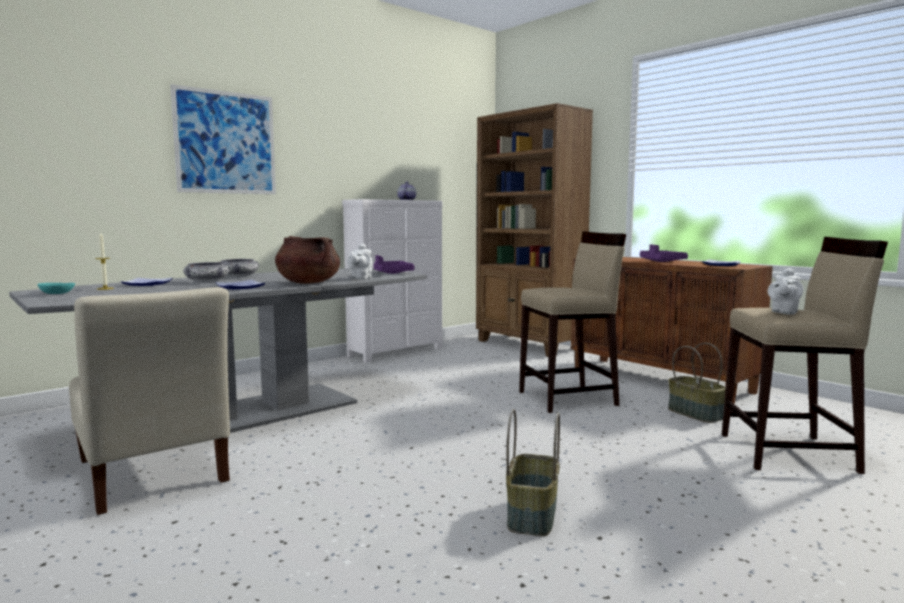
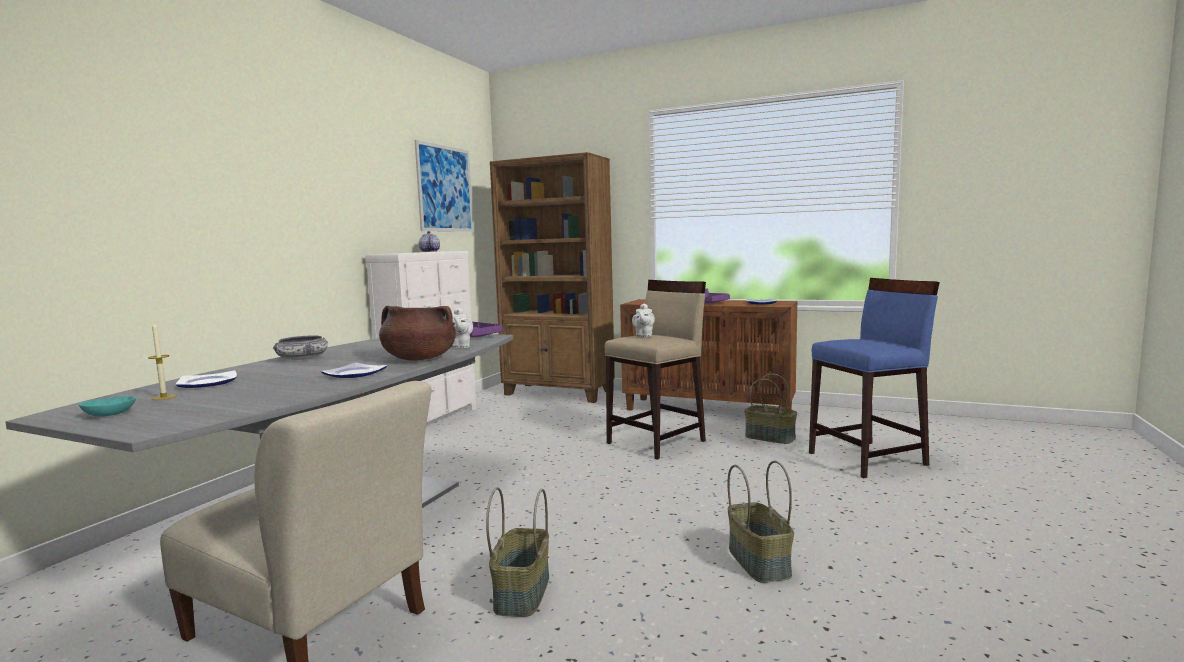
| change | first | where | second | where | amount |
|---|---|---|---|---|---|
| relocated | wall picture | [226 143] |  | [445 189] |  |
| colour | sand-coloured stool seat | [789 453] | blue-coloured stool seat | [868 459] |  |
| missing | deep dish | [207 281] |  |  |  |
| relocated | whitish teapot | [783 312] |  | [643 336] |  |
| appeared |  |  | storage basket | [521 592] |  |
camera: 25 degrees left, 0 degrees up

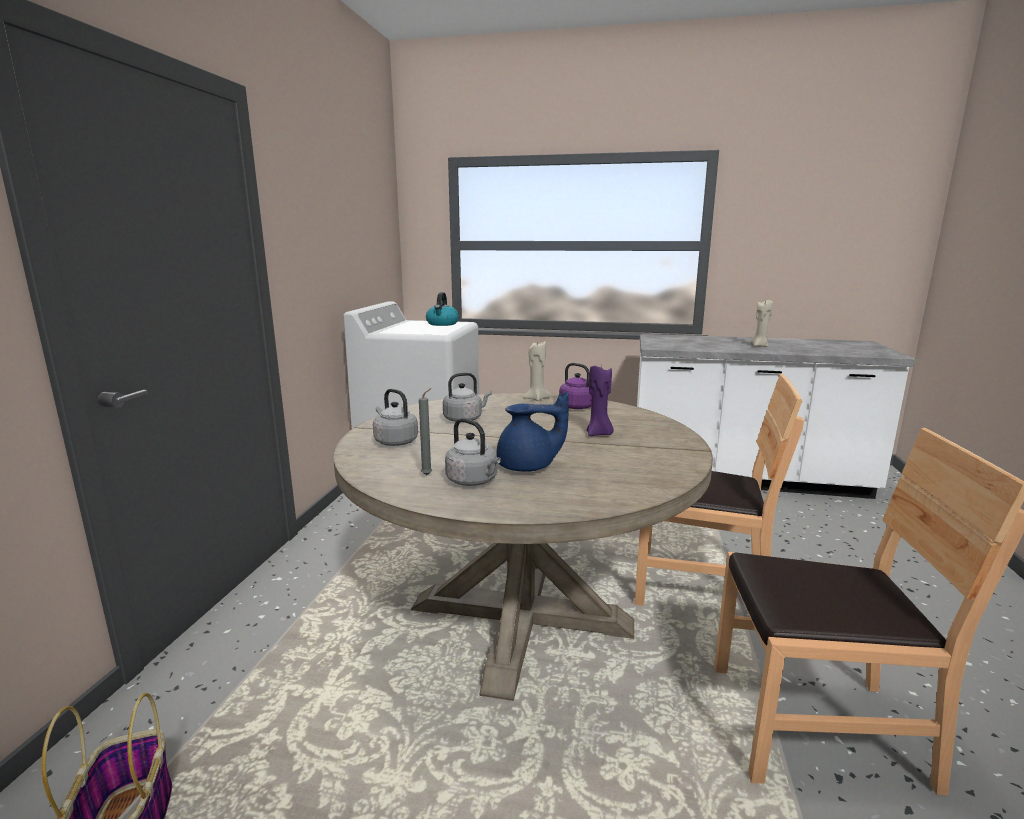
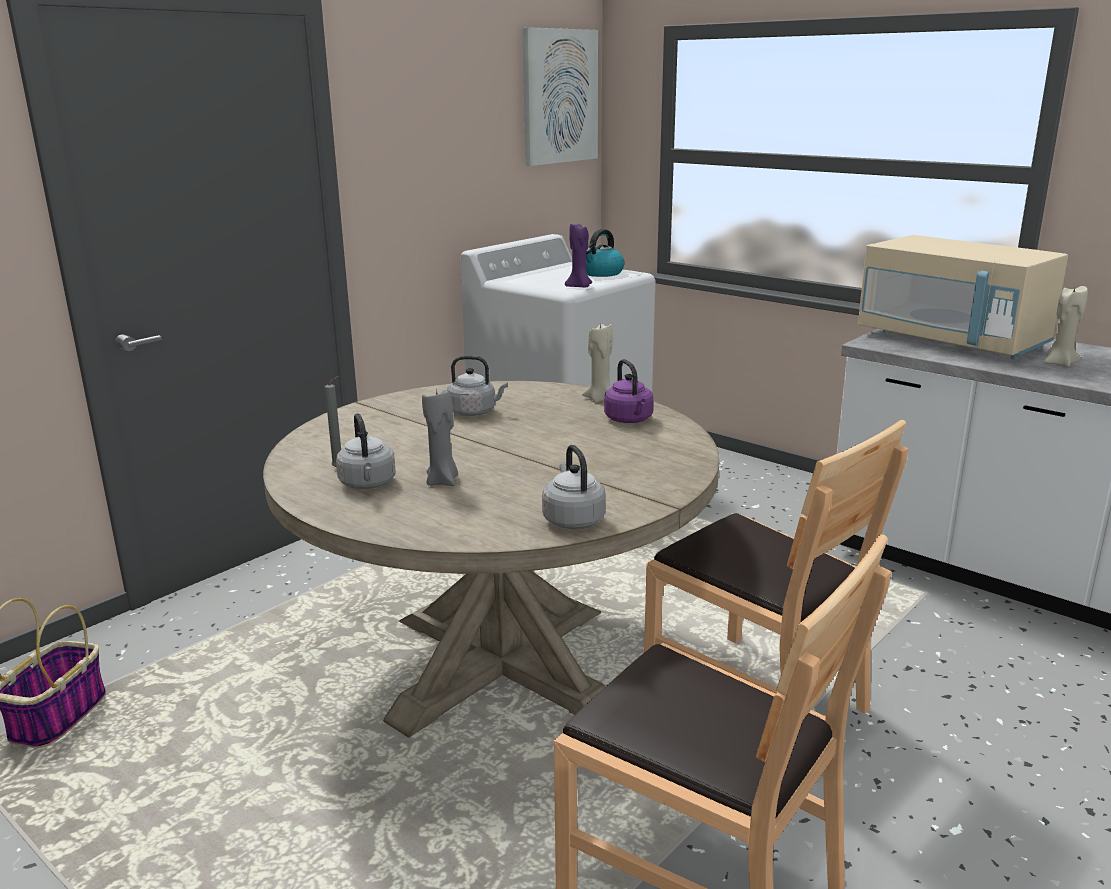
| change | first | where | second | where | amount |
|---|---|---|---|---|---|
| relocated | purplish wax light | [598 434] |  | [579 287] |  |
| relocated | gray water kettle | [394 441] |  | [572 519] |  |
| exchanged | blue-coloured teapot | [528 467] | gray wax light | [443 481] |  |
| appeared |  |  | wall picture | [559 96] |  |
| appeared |  |  | sand-coloured kitchen microwave | [951 341] |  |
camera: 30 degrees right, 5 degrees up

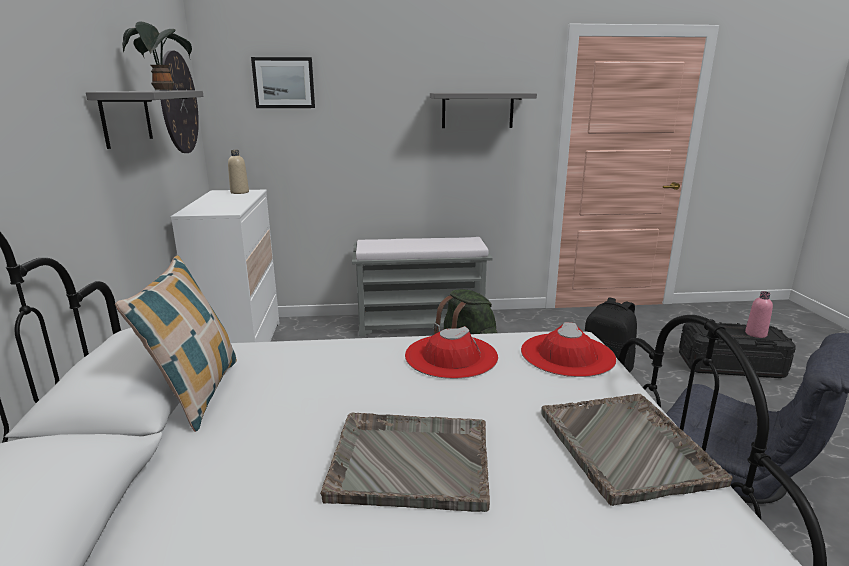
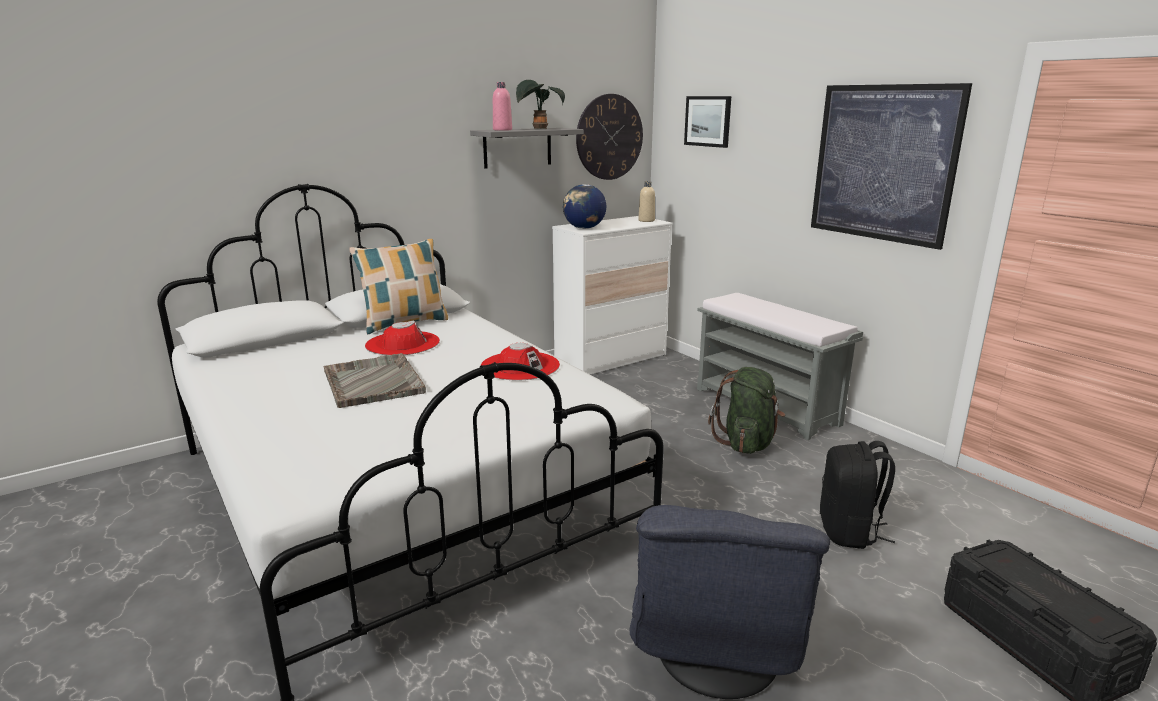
| change | first | where | second | where | amount |
|---|---|---|---|---|---|
| exchanged | gray bracket shelf | [477 110] | wall picture | [883 163] |  |
| relocated | pink-coloured beverage bottle | [755 334] |  | [502 130] |  |
| relocated | reddish wearable hat | [567 355] |  | [402 343] |  |
| missing | gray carrying tray | [627 448] |  |  |  |
| appeared |  |  | world globe | [584 228] |  |
camera: 60 degrees right, 0 degrees up

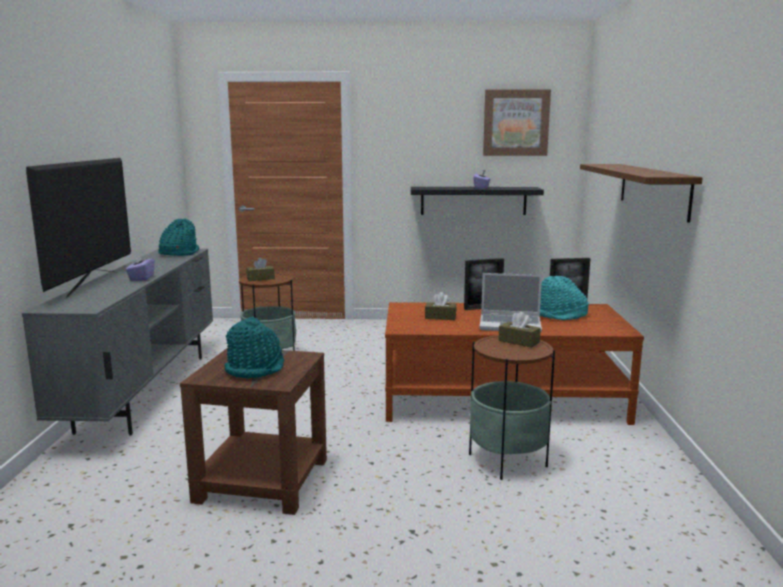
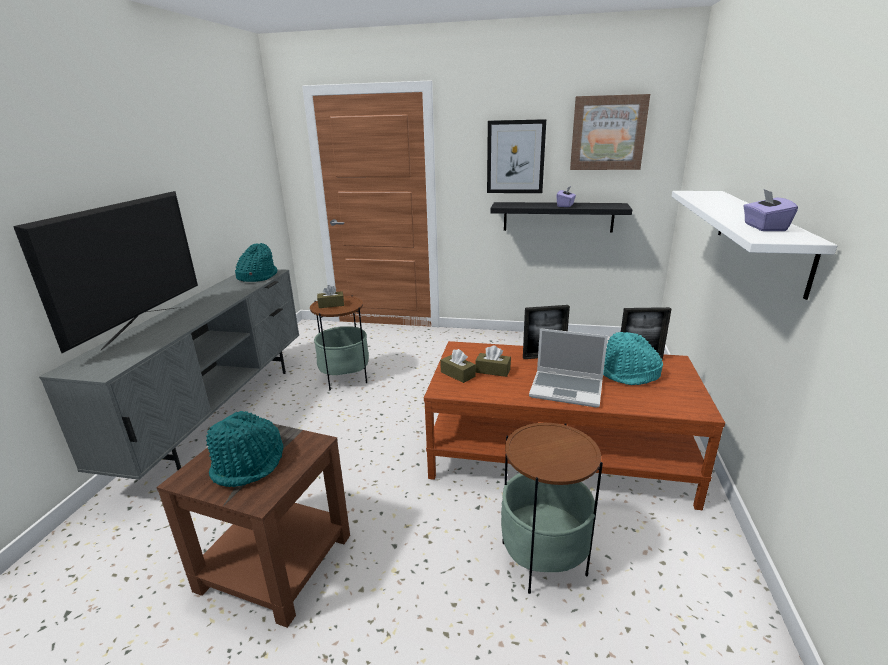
| change | first | where | second | where | amount |
|---|---|---|---|---|---|
| colour | brown-coloured bracket shelf | [653 189] | whitish bracket shelf | [760 236] |  |
| relocated | purplish box of tissues | [141 278] |  | [764 227] |  |
| relocated | brown-coloured box of tissues | [519 341] |  | [457 374] |  |
| appeared |  |  | wall picture | [515 157] |  |
camera: 10 degrees right, 10 degrees up

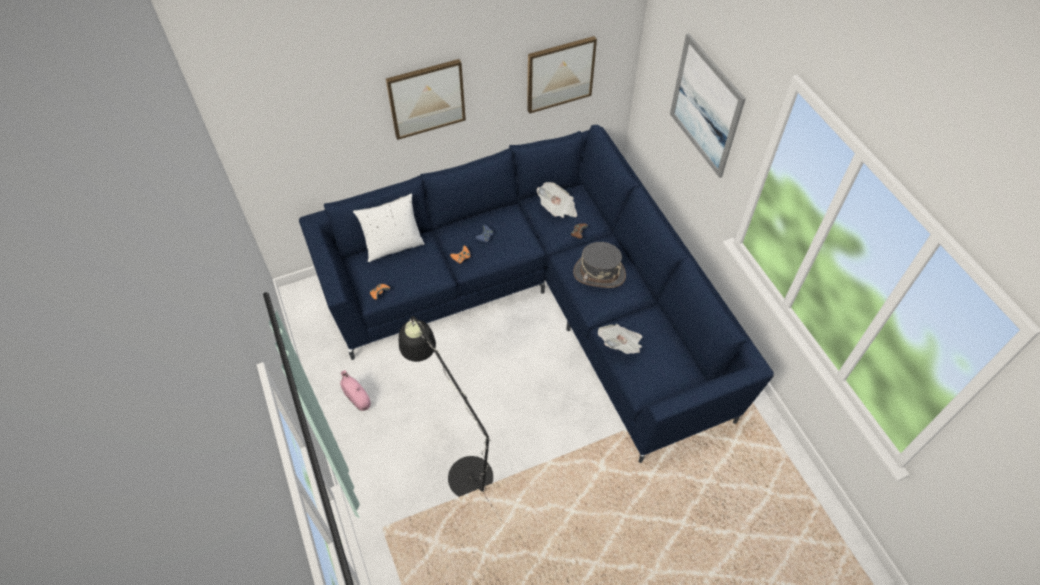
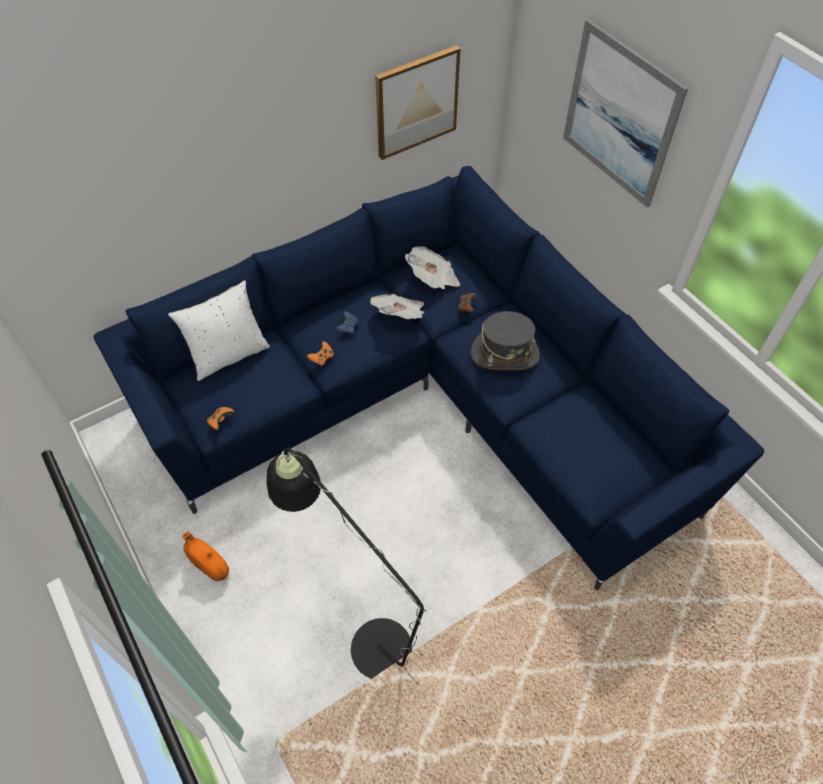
| change | first | where | second | where | amount |
|---|---|---|---|---|---|
| missing | wall picture | [426 98] |  |  |  |
| relocated | newspaper | [620 345] |  | [400 315] |  |
| colour | pink-coloured decorative vase | [357 399] | orange-coloured decorative vase | [209 566] |  |
camera: 10 degrees left, 0 degrees up

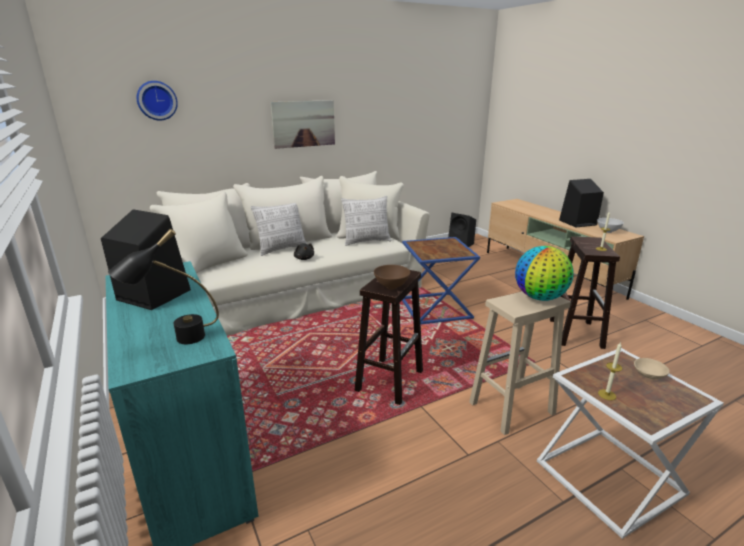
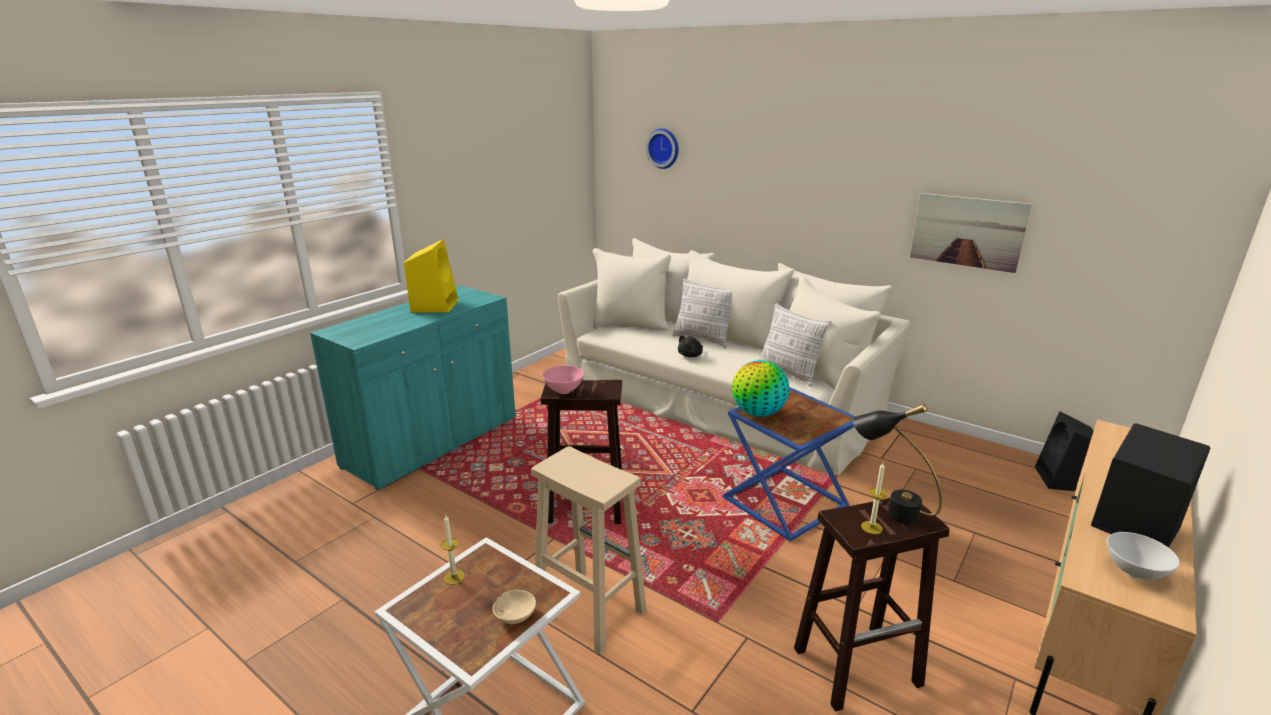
| change | first | where | second | where | amount |
|---|---|---|---|---|---|
| relocated | wall picture | [303 124] |  | [967 231] |  |
| colour | blackish audio speaker | [152 295] | yellow audio speaker | [435 305] |  |
| relocated | blackish lamp for a table | [176 340] |  | [888 509] |  |
| relocated | world globe | [540 297] |  | [758 413] |  |
| colour | brown-coloured deep dish | [392 287] | pink-coloured deep dish | [564 391] |  |
camera: 65 degrees right, 0 degrees up

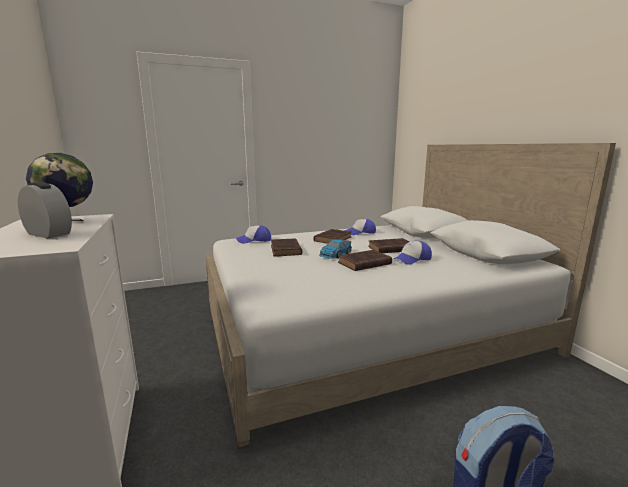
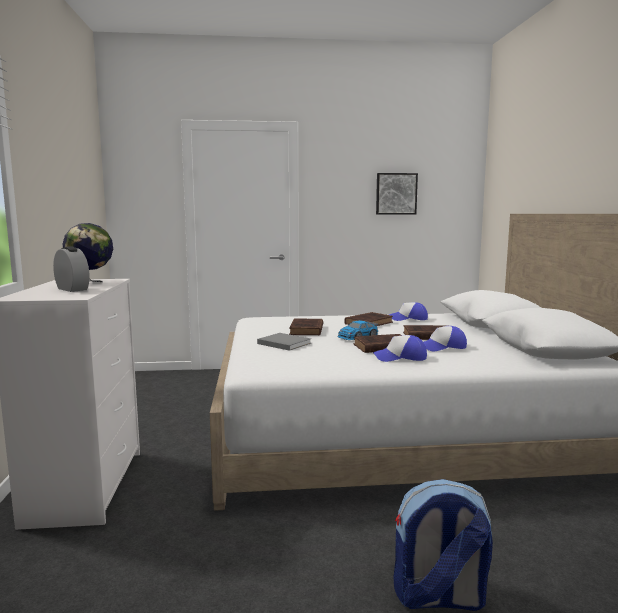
| change | first | where | second | where | amount |
|---|---|---|---|---|---|
| relocated | peaked cap | [254 240] |  | [400 358] |  |
| appeared |  |  | wall picture | [396 194] |  |
| appeared |  |  | gray book | [283 343] |  |
camera: 15 degrees right, 5 degrees down

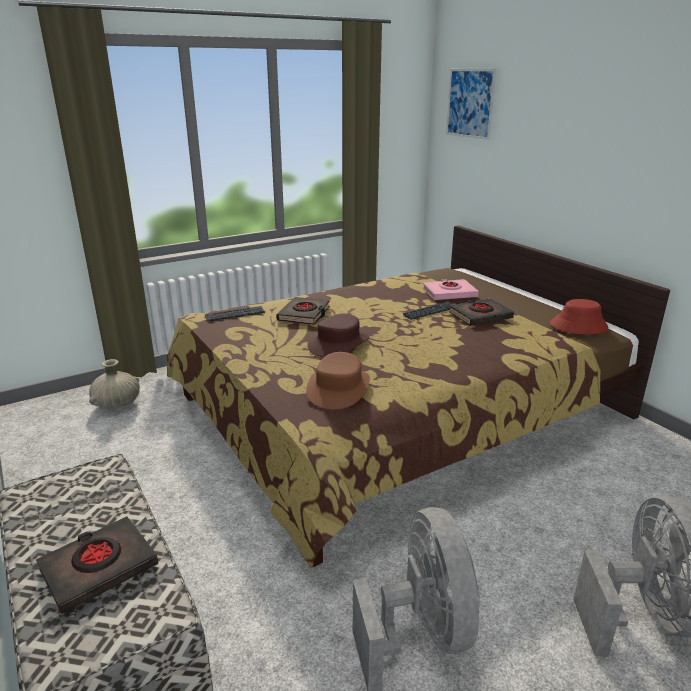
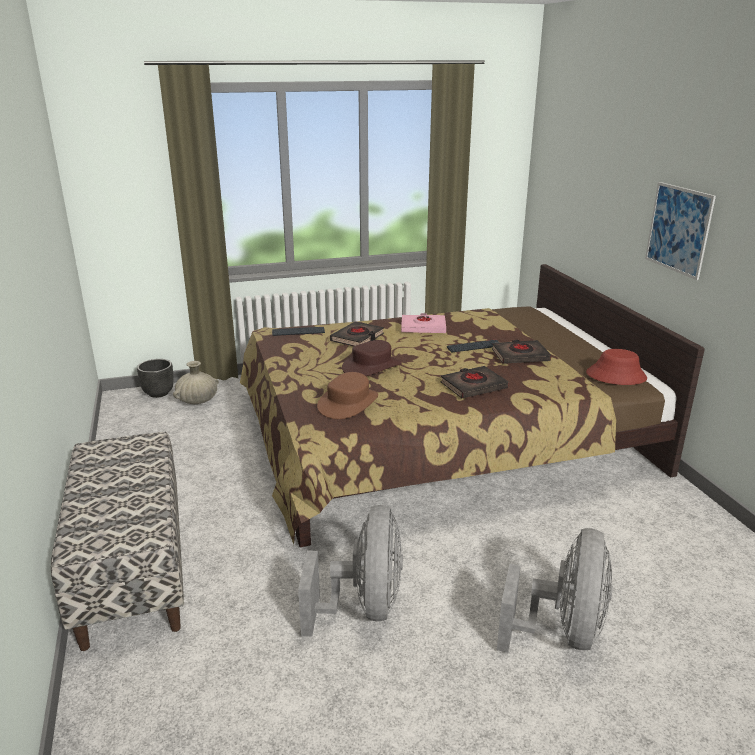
| change | first | where | second | where | amount |
|---|---|---|---|---|---|
| relocated | wall picture | [470 103] |  | [678 229] |  |
| relocated | pink-coloured book | [449 293] |  | [423 327] |  |
| relocated | blackish book | [99 568] |  | [473 386] |  |
| appeared |  |  | blackish flower pot | [158 393] |  |
camera: 15 degrees right, 0 degrees up

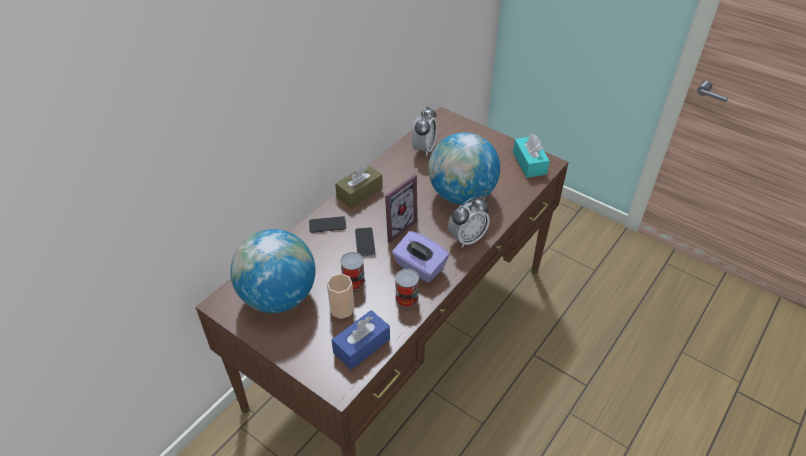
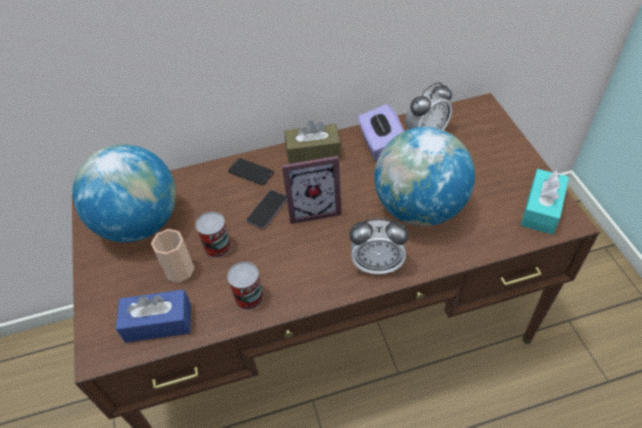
| change | first | where | second | where | amount |
|---|---|---|---|---|---|
| relocated | purplish box of tissues | [419 268] |  | [380 145] |  |
camera: 40 degrees right, 5 degrees up

